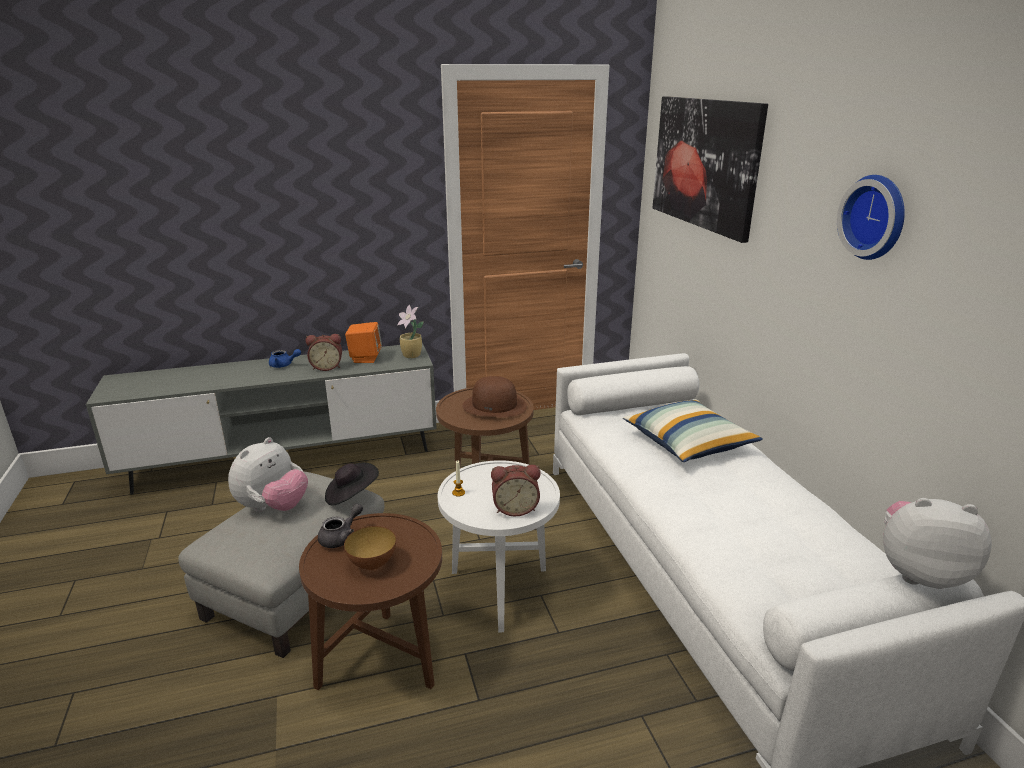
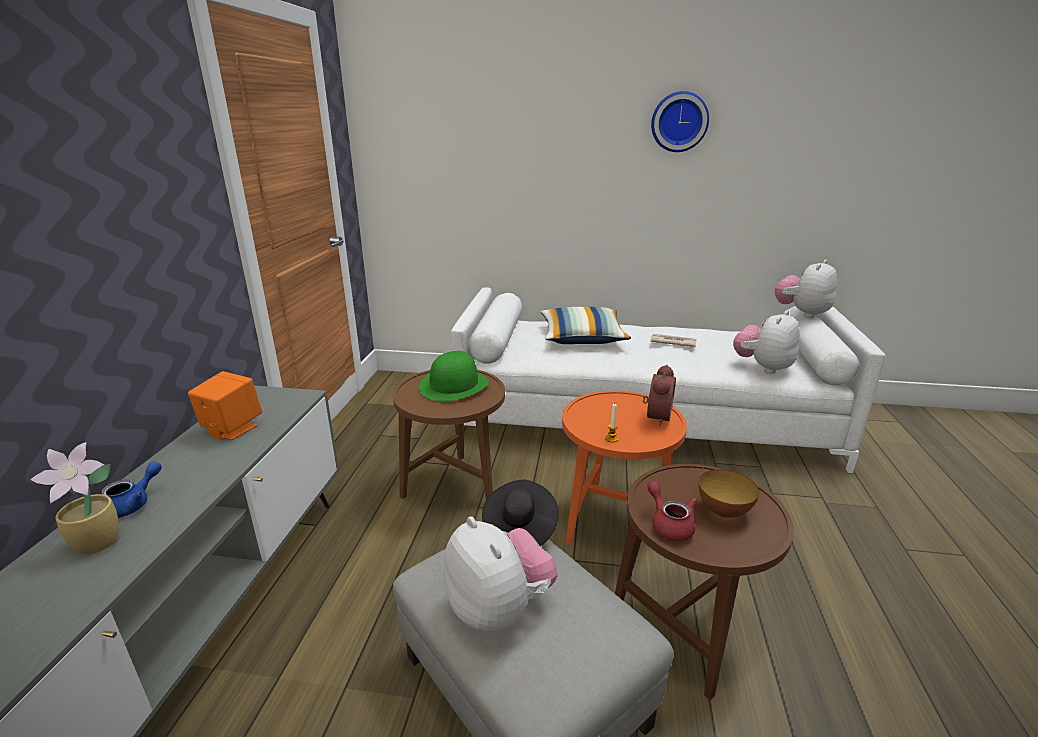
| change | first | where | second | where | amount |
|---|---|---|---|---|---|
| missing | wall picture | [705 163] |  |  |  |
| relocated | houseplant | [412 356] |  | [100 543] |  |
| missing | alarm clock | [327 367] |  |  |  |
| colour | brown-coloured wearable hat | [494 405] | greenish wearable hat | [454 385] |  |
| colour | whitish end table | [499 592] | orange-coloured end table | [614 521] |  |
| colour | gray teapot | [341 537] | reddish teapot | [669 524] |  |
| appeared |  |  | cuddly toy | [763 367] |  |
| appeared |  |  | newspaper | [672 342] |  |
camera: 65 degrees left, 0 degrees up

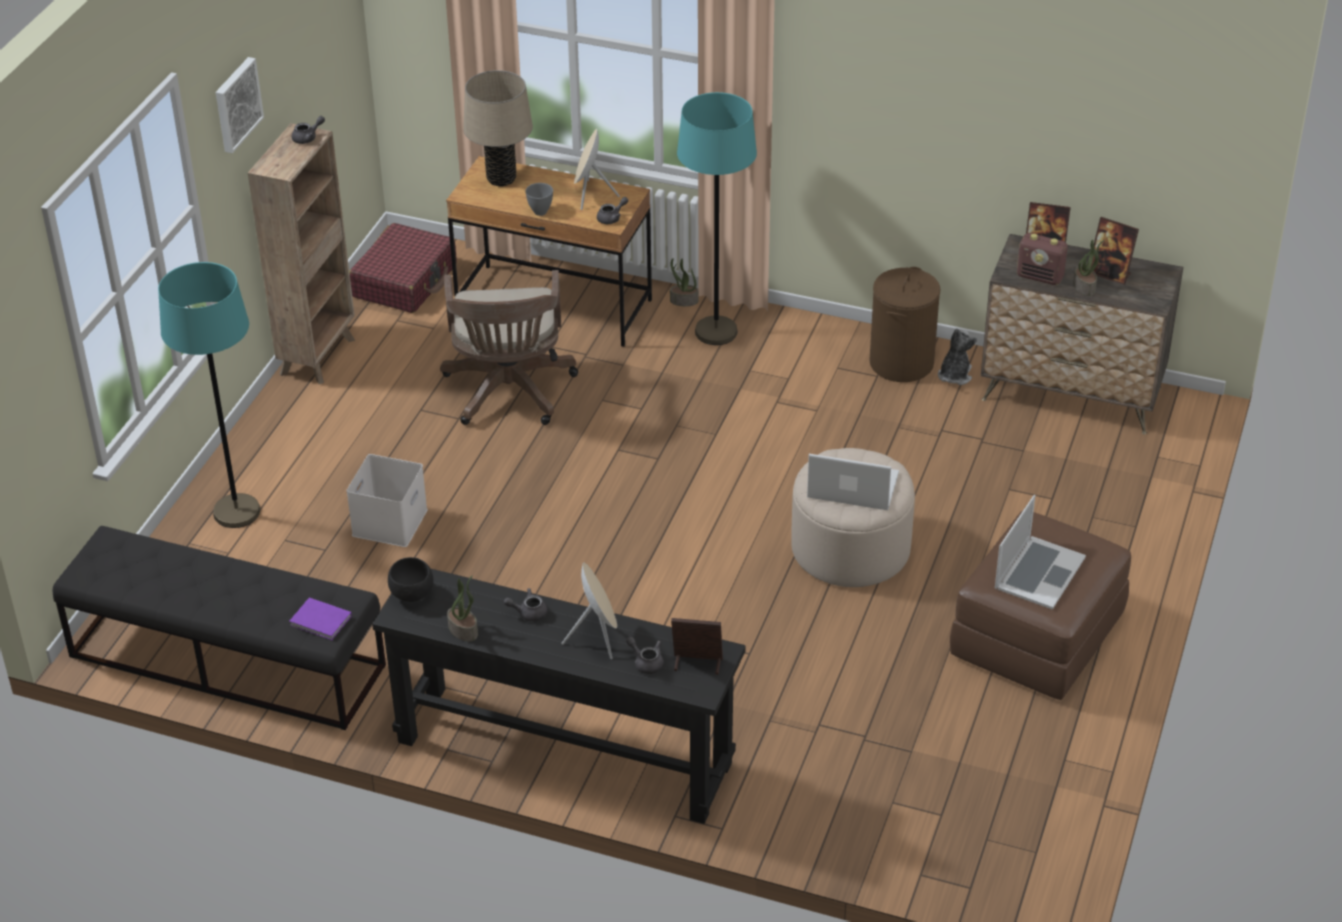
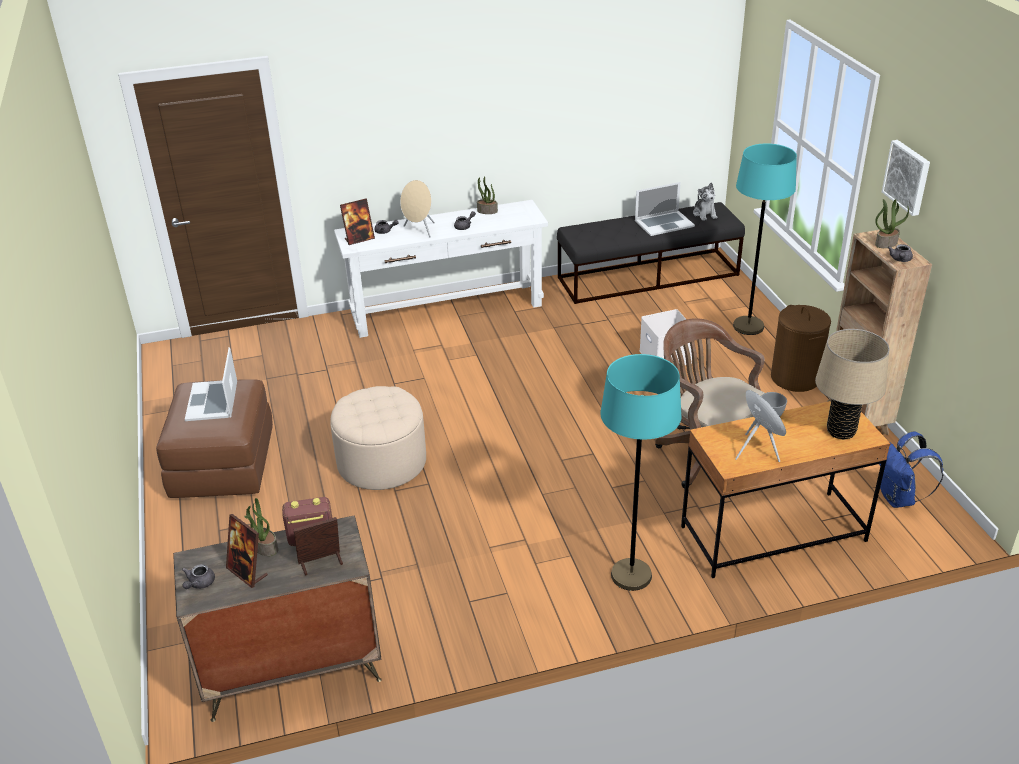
| change | first | where | second | where | amount |
|---|---|---|---|---|---|
| relocated | gray teapot | [612 218] |  | [199 584] |  |
| spun | photo frame | [1109 274] |  | [247 572] | 135 degrees counterclockwise |
| exchanged | reddish suitcase | [405 281] | blue-coloured rucksack | [898 498] |  |
| relocated | houseplant | [683 301] |  | [886 243] |  |
| relocated | brown-coloured hamper | [901 362] |  | [795 378] |  |
| relocated | cuddly toy | [954 375] |  | [704 214] |  |
| relocated | notebook computer | [852 486] |  | [664 223] |  |
| missing | blackish deep dish | [413 594] |  |  |  |
| colour | blackish console table | [564 752] | whitish console table | [446 309] |  |
| missing | purplish book | [321 622] |  |  |  |
camera: 145 degrees right, 5 degrees down

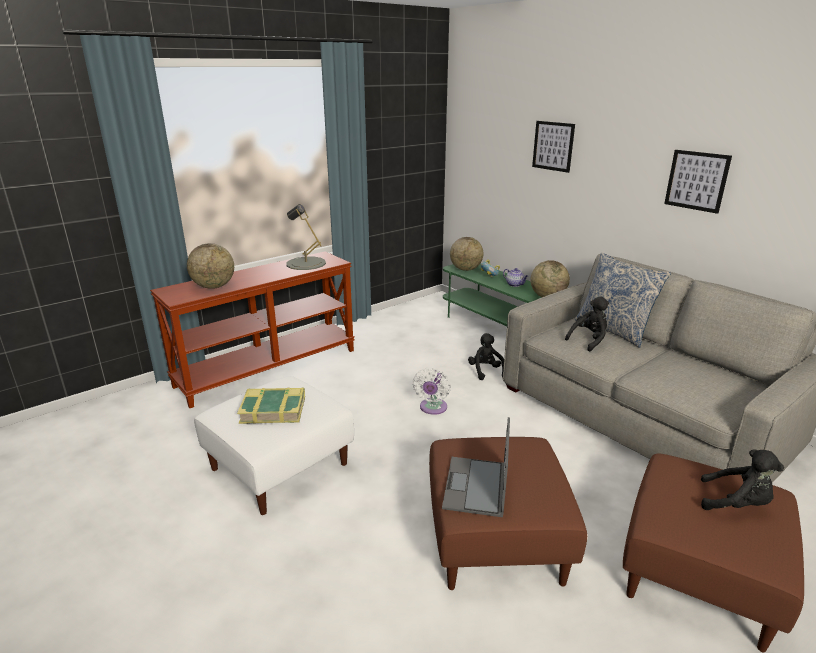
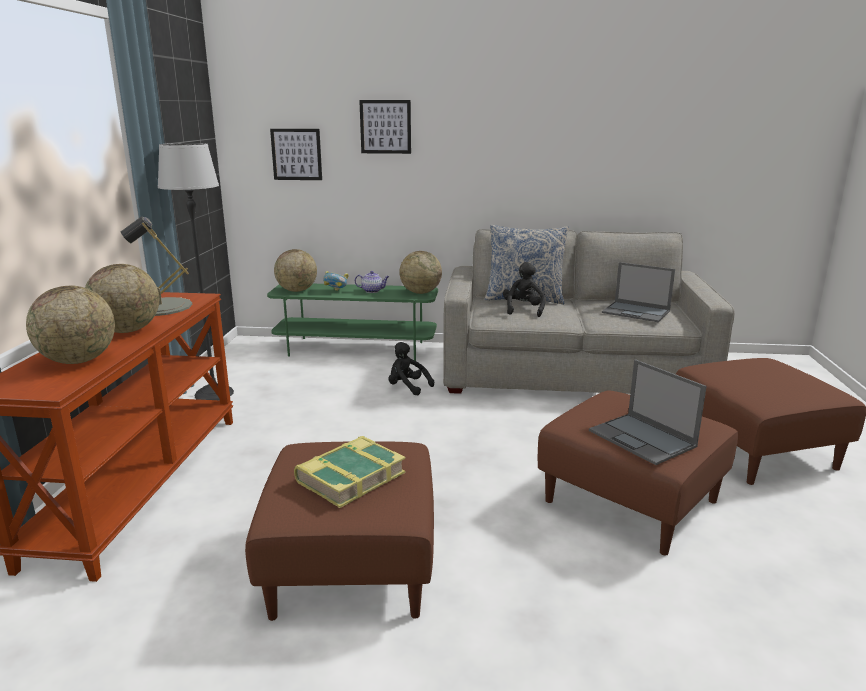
| change | first | where | second | where | amount |
|---|---|---|---|---|---|
| relocated | wall picture | [696 181] |  | [296 154] |  |
| missing | whitish cooling fan | [432 408] |  |  |  |
| colour | whitish pouffe | [280 467] | brown-coloured pouffe | [352 566] |  |
| missing | blackish cuddly toy | [736 503] |  |  |  |
| appeared |  |  | standing lamp | [214 393] |  |
| appeared |  |  | notebook computer | [636 312] |  |
| appeared |  |  | world globe | [127 330] |  |
camera: 45 degrees left, 5 degrees down

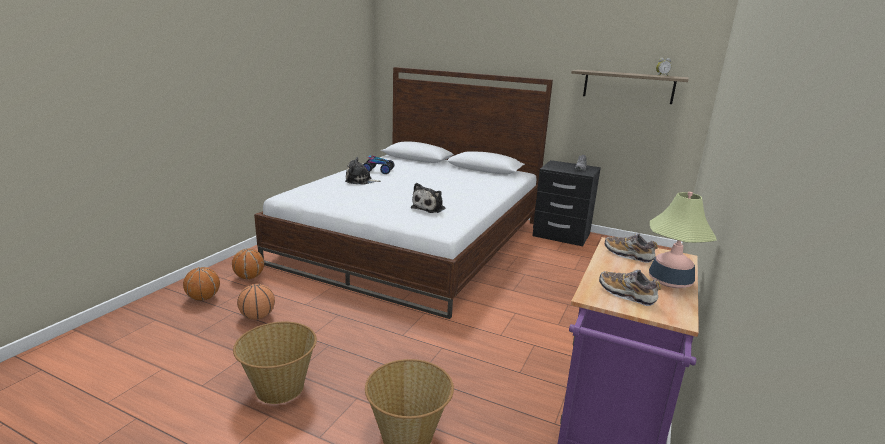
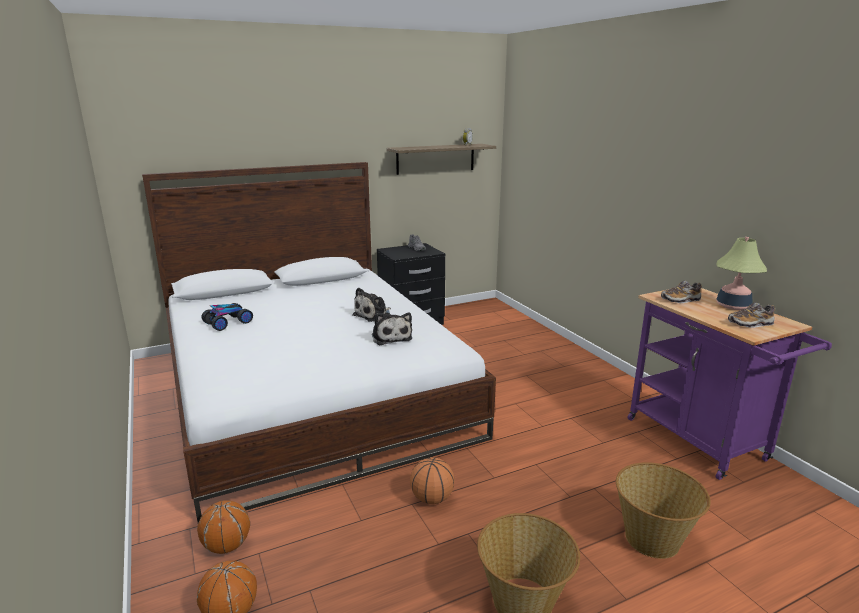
| change | first | where | second | where | amount |
|---|---|---|---|---|---|
| relocated | cuddly toy | [360 181] |  | [374 315] |  |
| relocated | basketball ball | [257 317] |  | [432 498] |  |
camera: 50 degrees left, 0 degrees up

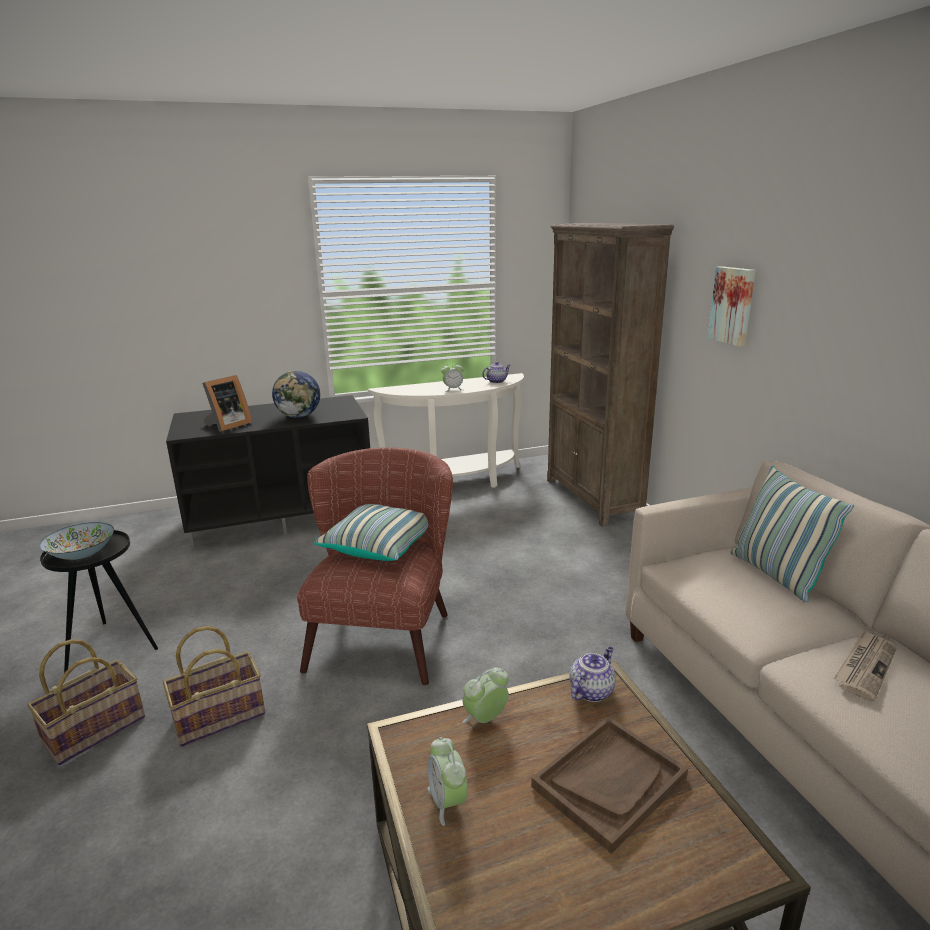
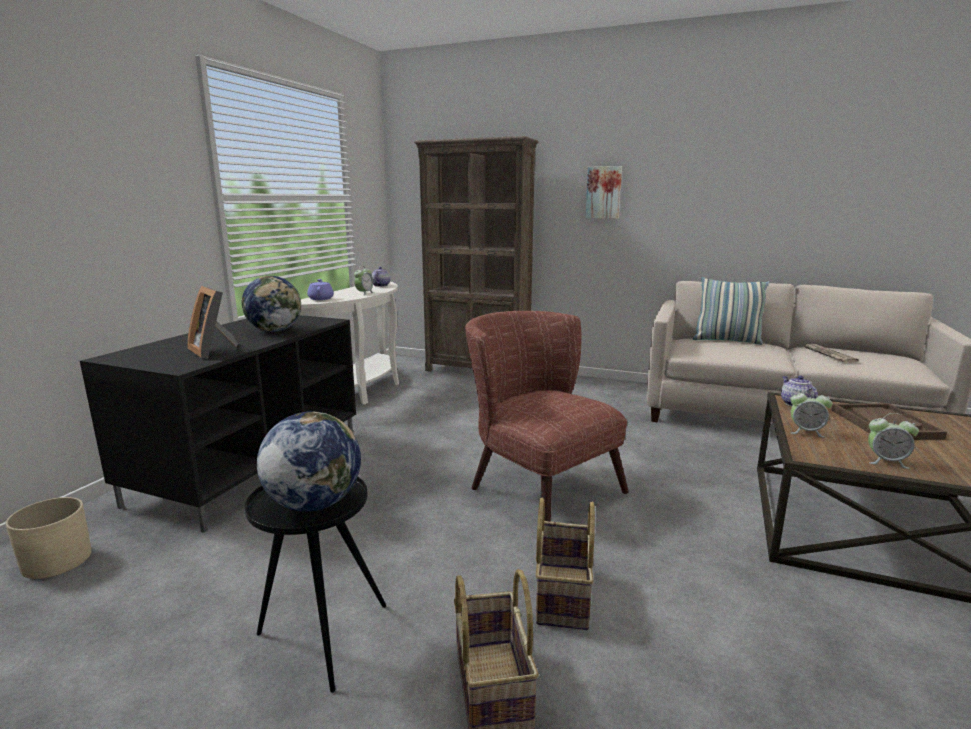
| change | first | where | second | where | amount |
|---|---|---|---|---|---|
| spun | photo frame | [227 425] |  | [214 351] | 150 degrees clockwise |
| missing | cushion | [379 545] |  |  |  |
| exchanged | deep dish | [82 554] | world globe | [314 504] |  |
| spun | alarm clock | [485 719] |  | [806 432] | 75 degrees counterclockwise |
| appeared |  |  | purplish teapot | [321 299] |  |
| appeared |  |  | sand-coloured flower pot | [57 560] |  |
camera: 50 degrees left, 5 degrees down

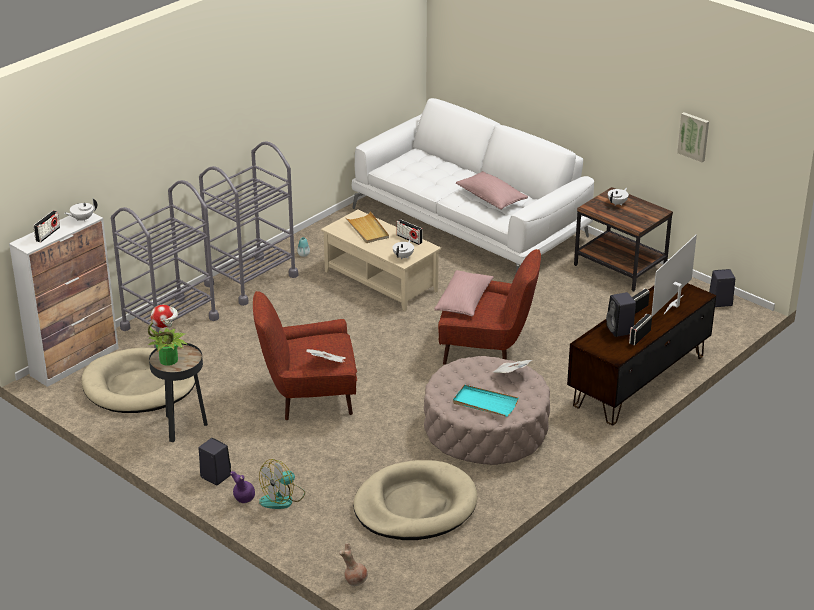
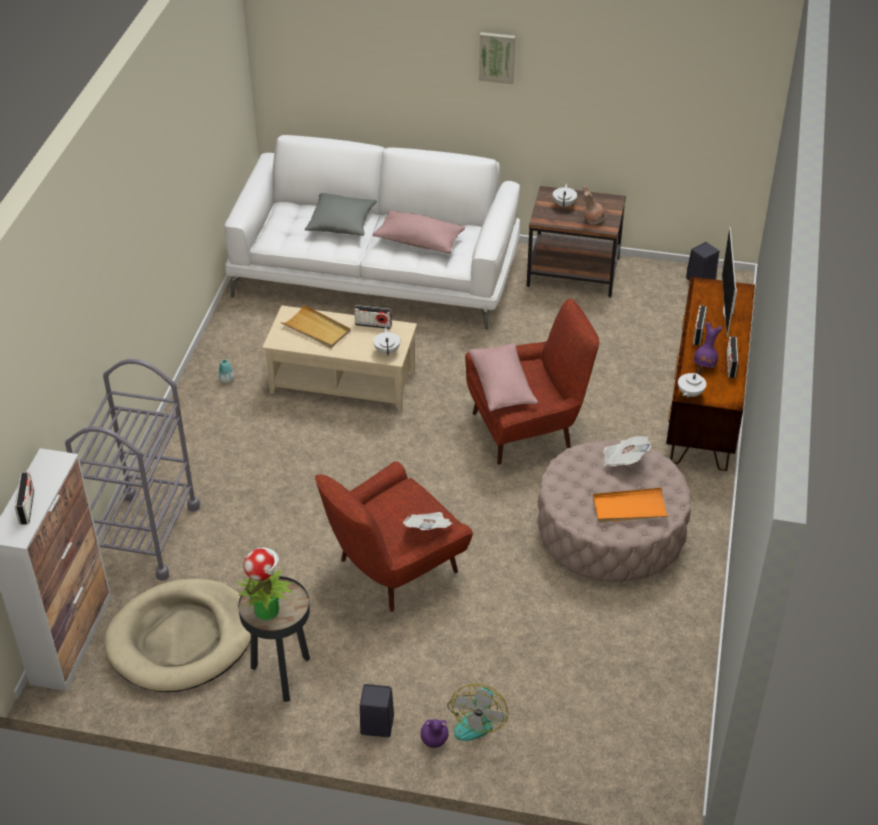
| change | first | where | second | where | amount |
|---|---|---|---|---|---|
| relocated | wall picture | [694 136] |  | [497 57] |  |
| missing | gray trolley | [251 280] |  |  |  |
| relocated | whitish teapot | [82 219] |  | [689 393] |  |
| exchanged | blackish audio speaker | [620 330] | purplish decorative vase | [705 364] |  |
| colour | turquoise carrying tray | [485 403] | orange-coloured carrying tray | [629 508] |  |
| missing | sand-coloured dog bed | [415 506] |  |  |  |
| relocated | brown-coloured decorative vase | [355 580] |  | [592 220] |  |
| appeared |  |  | gray cushion | [341 223] |  |
camera: 30 degrees left, 10 degrees up

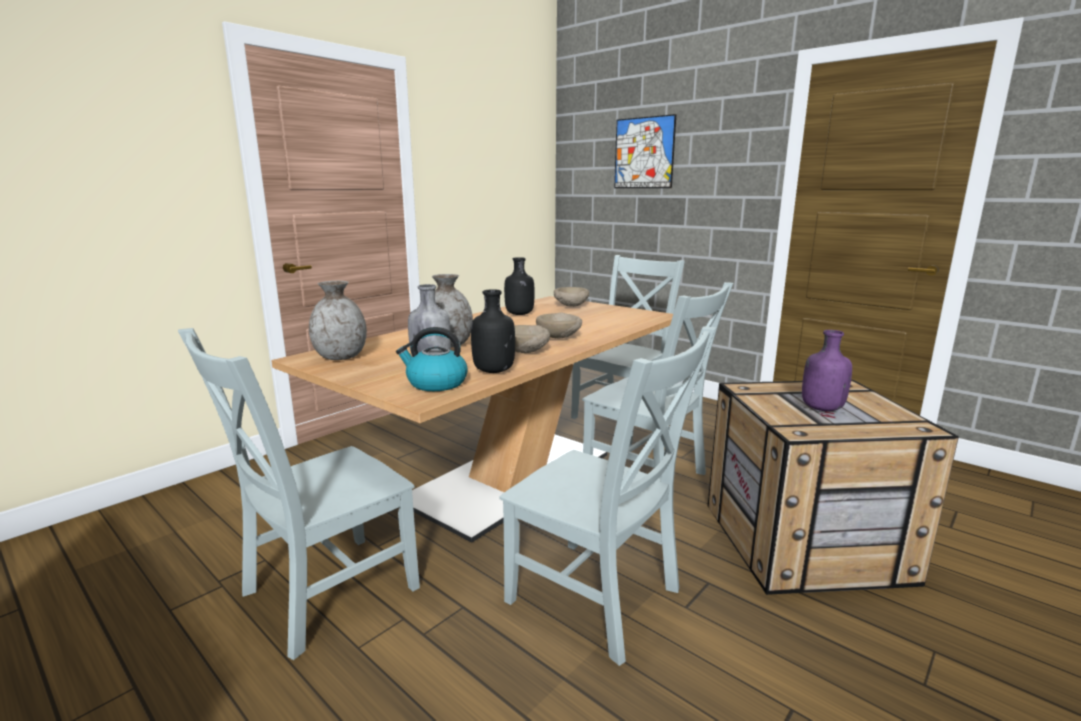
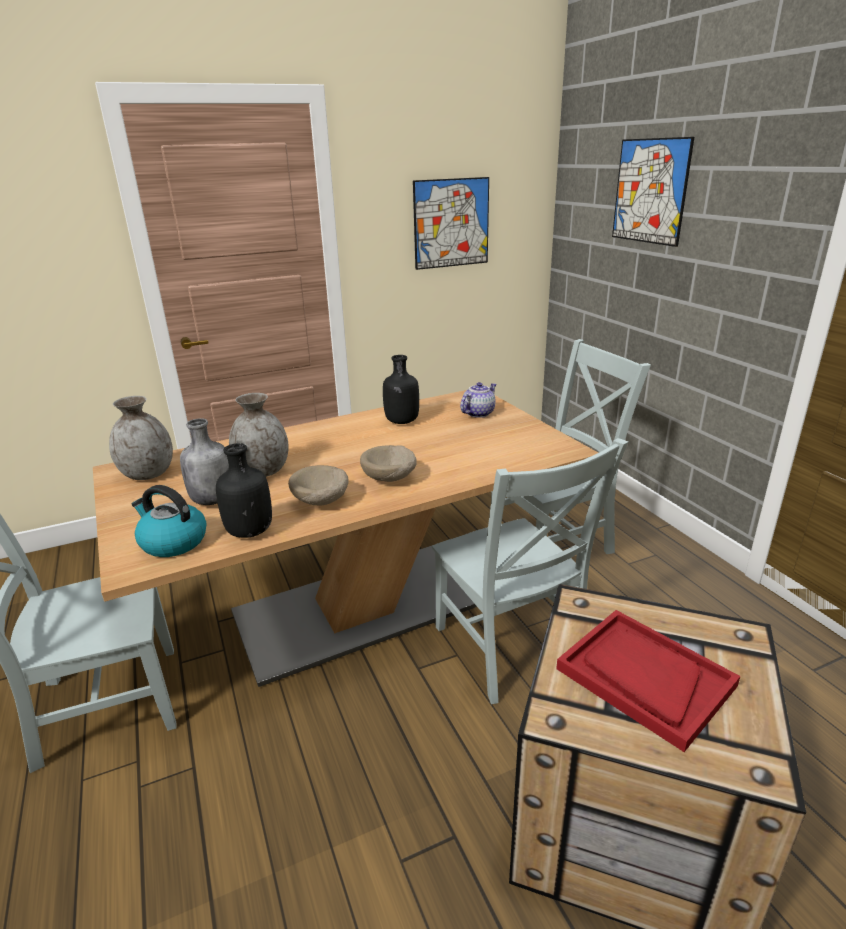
| change | first | where | second | where | amount |
|---|---|---|---|---|---|
| exchanged | sand-coloured deep dish | [570 306] | teapot | [478 413] |  |
| missing | gray chair | [599 599] |  |  |  |
| exchanged | purplish beverage bottle | [821 408] | reddish carrying tray | [644 677] |  |
| appeared |  |  | wall picture | [451 223] |  |
camera: 25 degrees right, 10 degrees up

